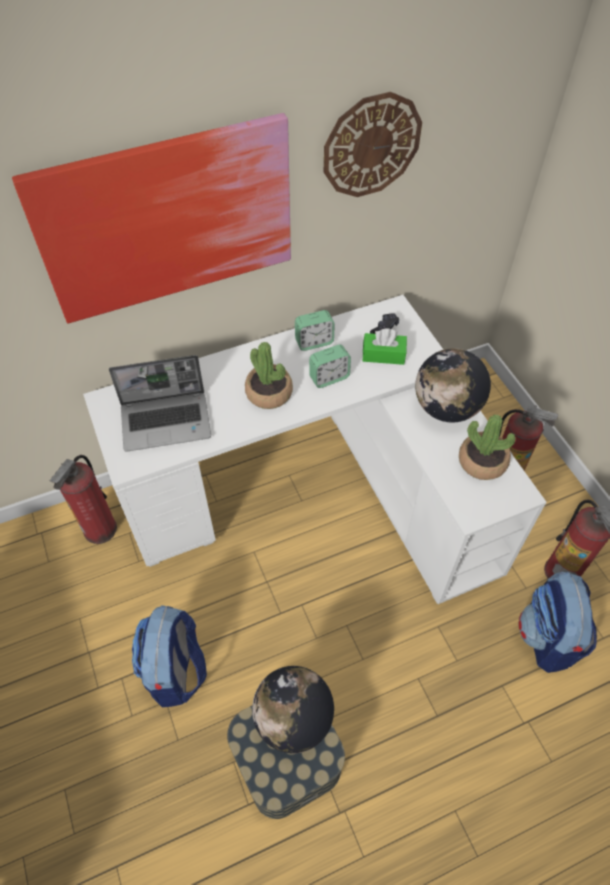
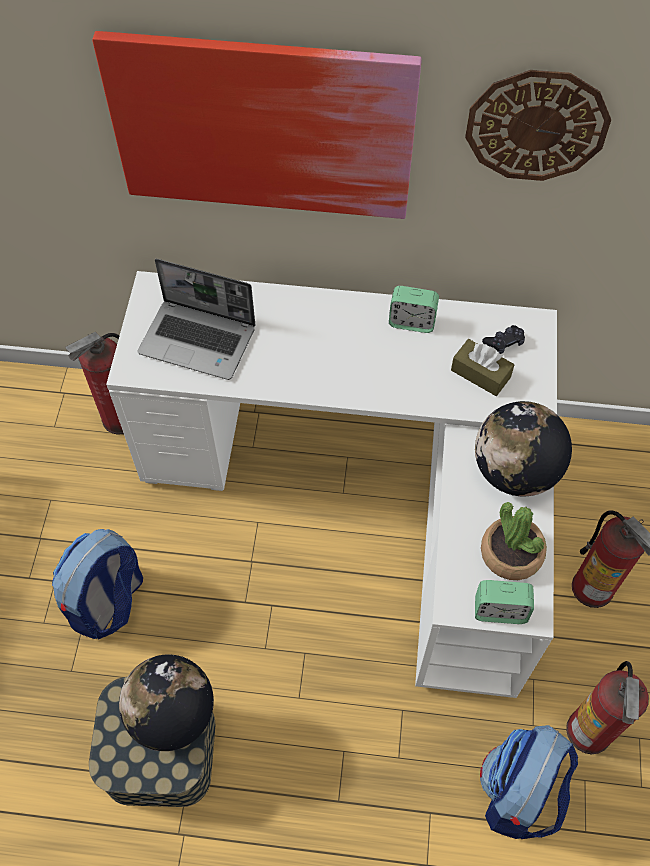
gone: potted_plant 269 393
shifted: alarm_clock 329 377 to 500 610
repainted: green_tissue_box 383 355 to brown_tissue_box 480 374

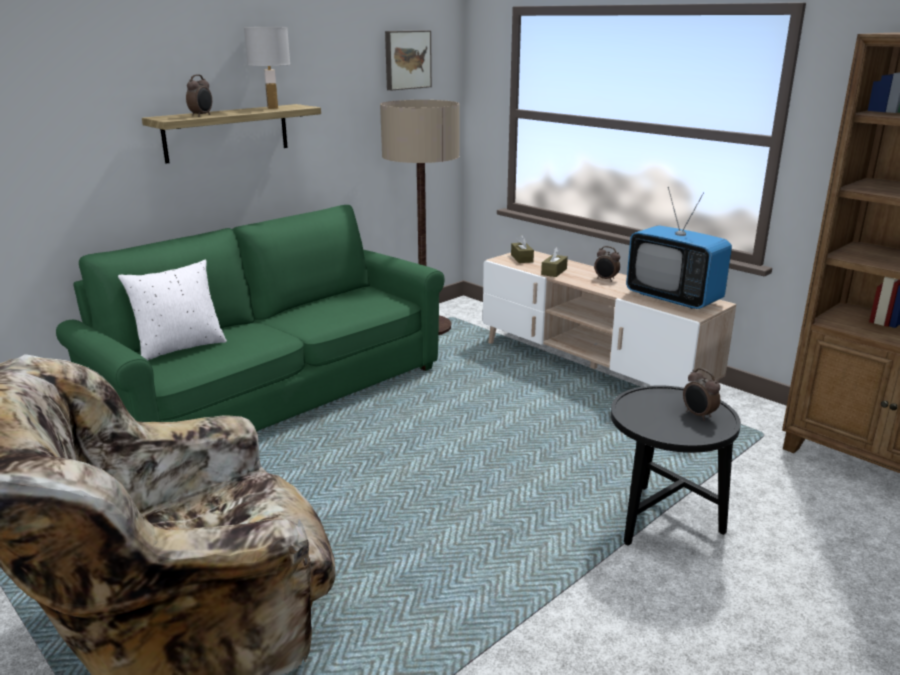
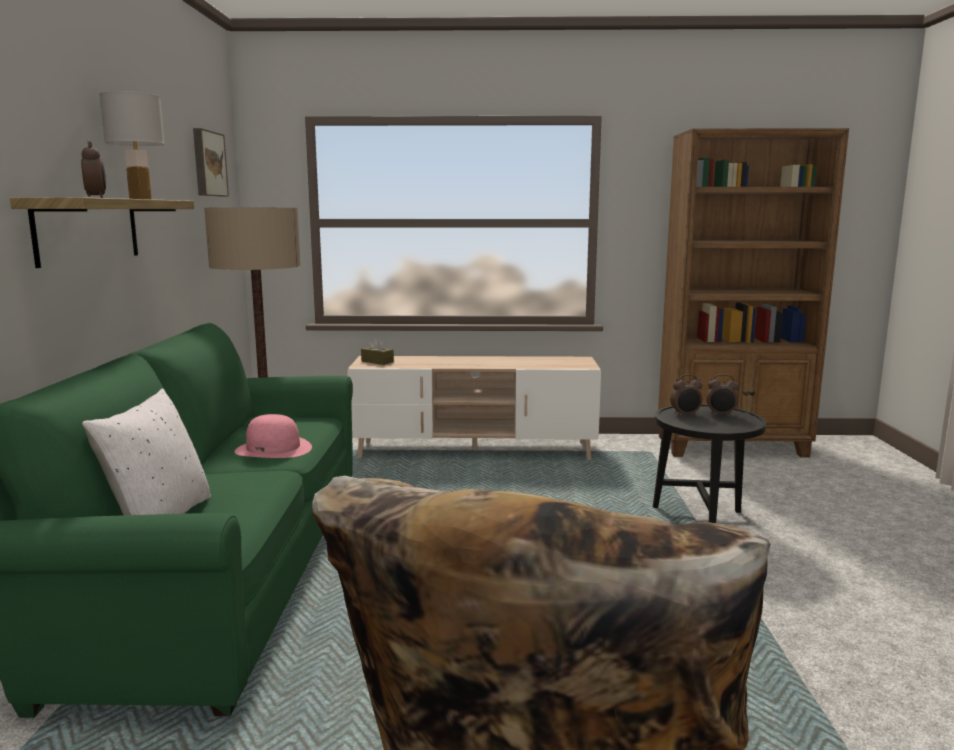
gone: television 673 298; brown_tissue_box 554 272
new: pink_hat 274 449
shifted: alarm_clock 606 279 to 685 415

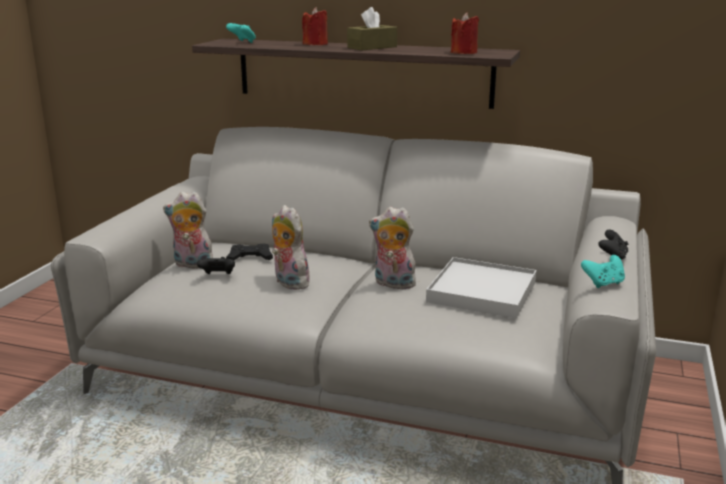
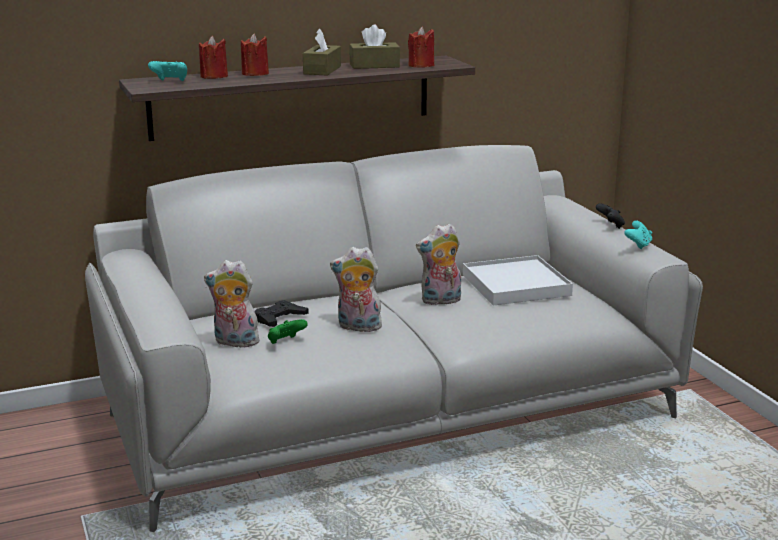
new: brown_tissue_box 374 65; red_candle 214 76
repainted: black_game_controller 218 276 to green_game_controller 285 342
rotated: plush_toy 191 265 = 234 342 45 degrees clockwise

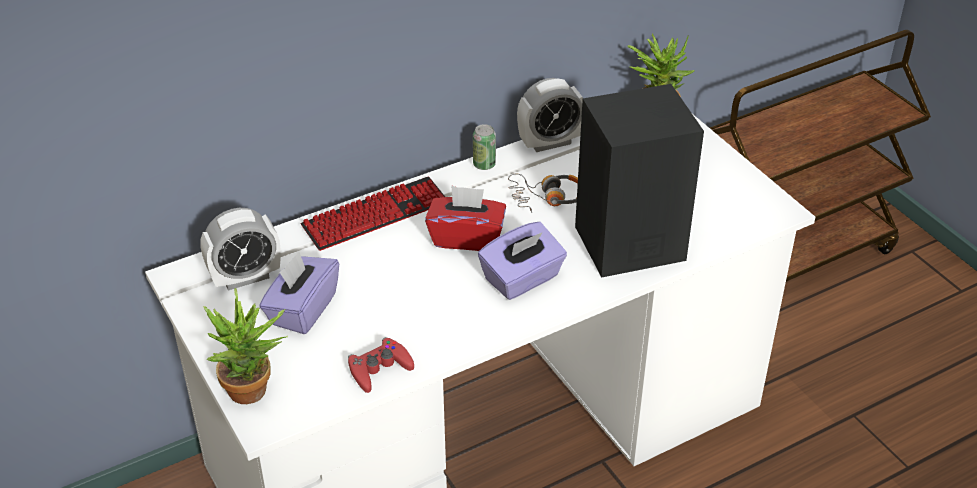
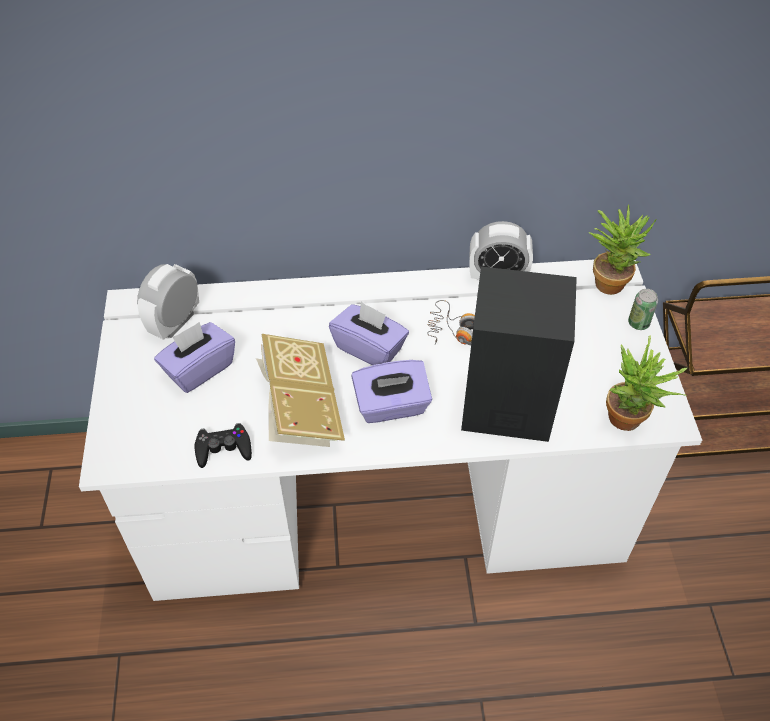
gone: keyboard 375 215
new: book 300 409
shifted: can 484 164 to 638 323; potted_plant 255 393 to 630 422
repainted: red_tissue_box 466 238 to purple_tissue_box 369 348; red_game_controller 379 369 to black_game_controller 223 449
rotated: alarm_clock 245 277 = 175 322 120 degrees clockwise

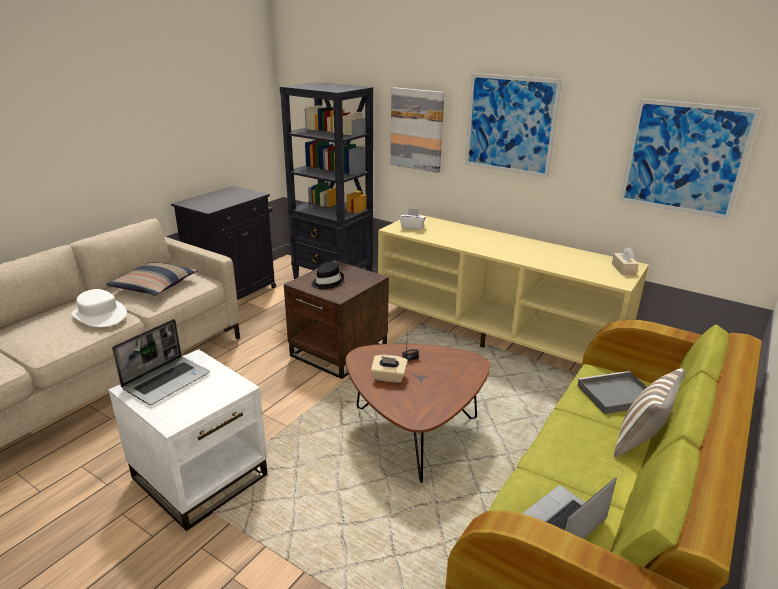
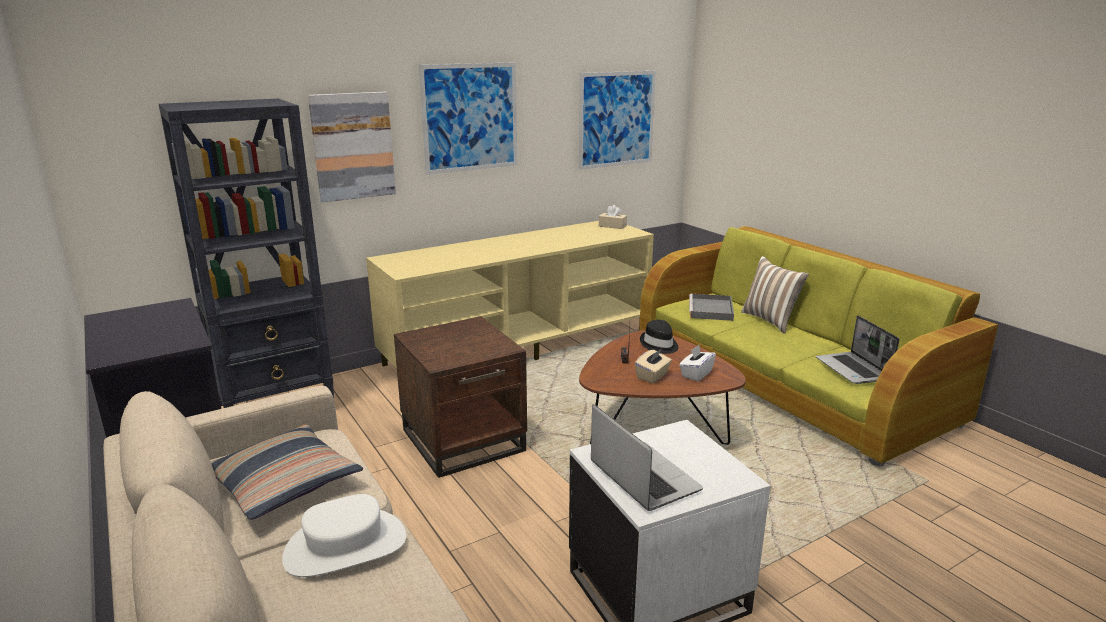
shifted: white_tissue_box 412 227 to 696 374; black_hat 327 282 to 659 345

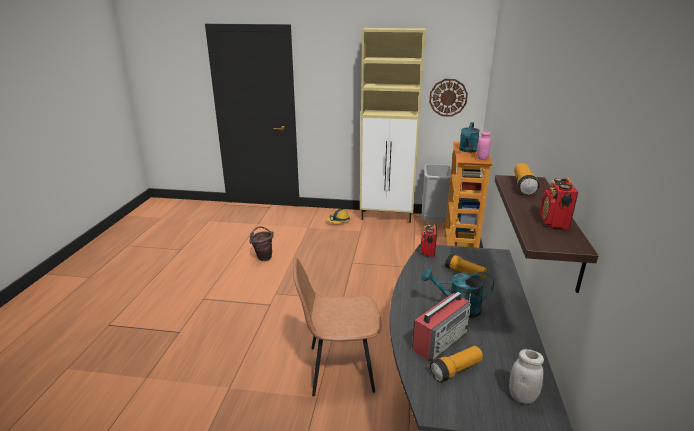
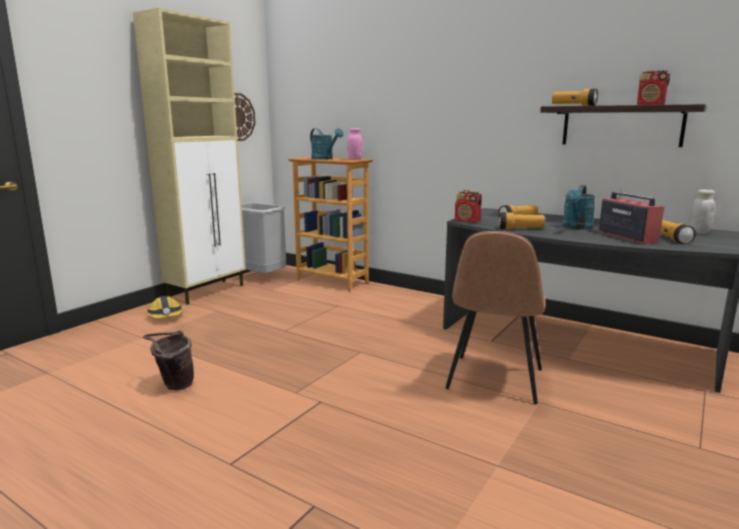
new: flashlight 520 229

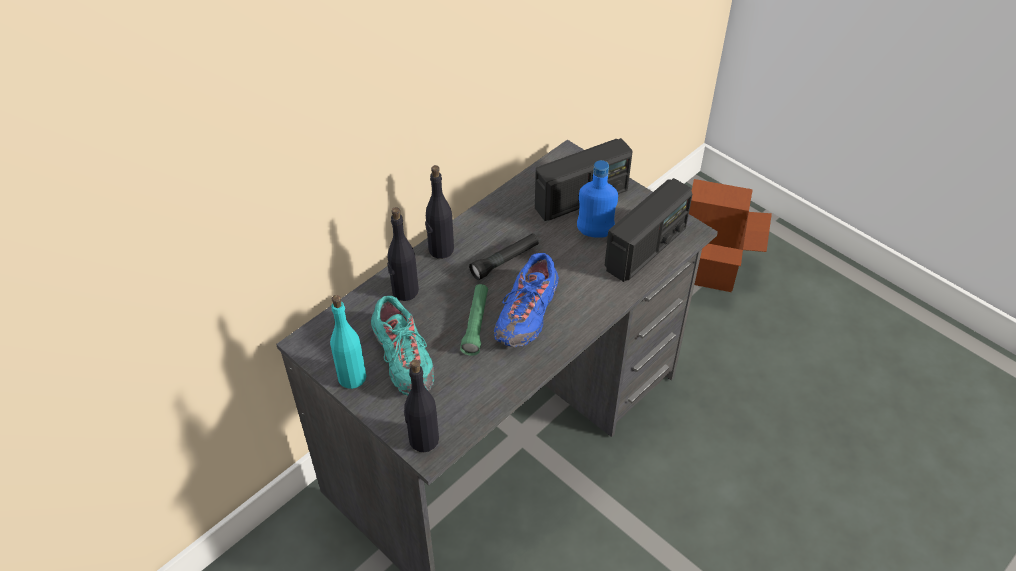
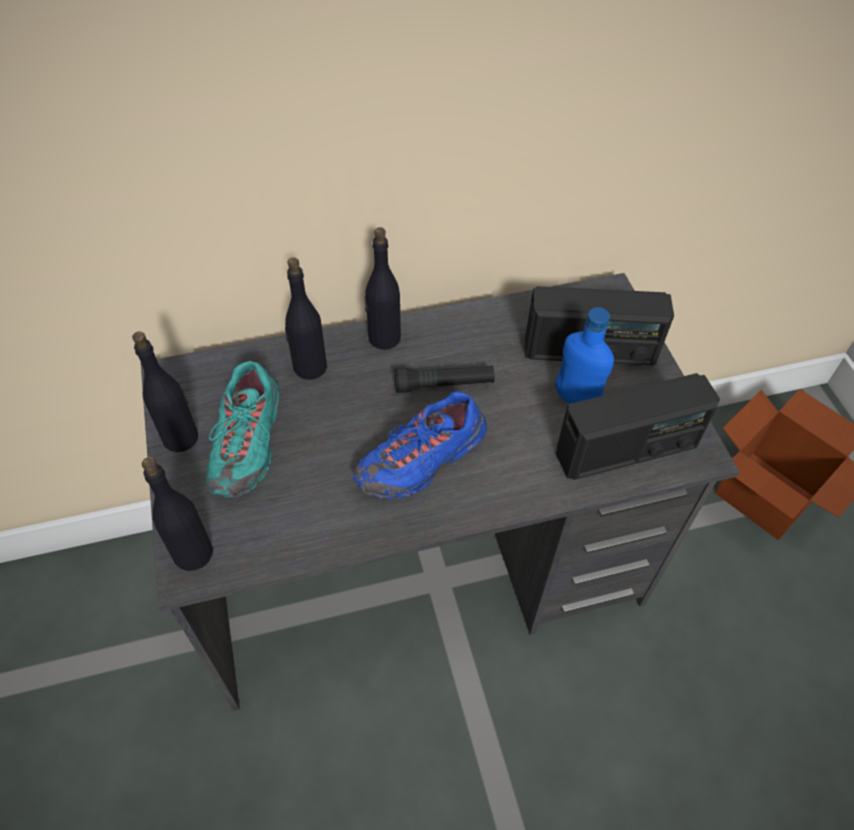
gone: green_flashlight 476 324
repainted: turquoise_bottle 352 377 to black_bottle 181 437

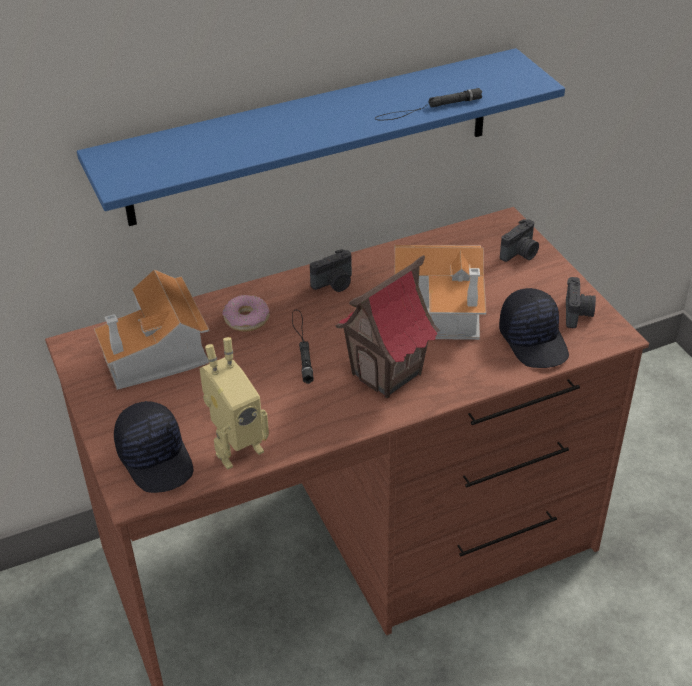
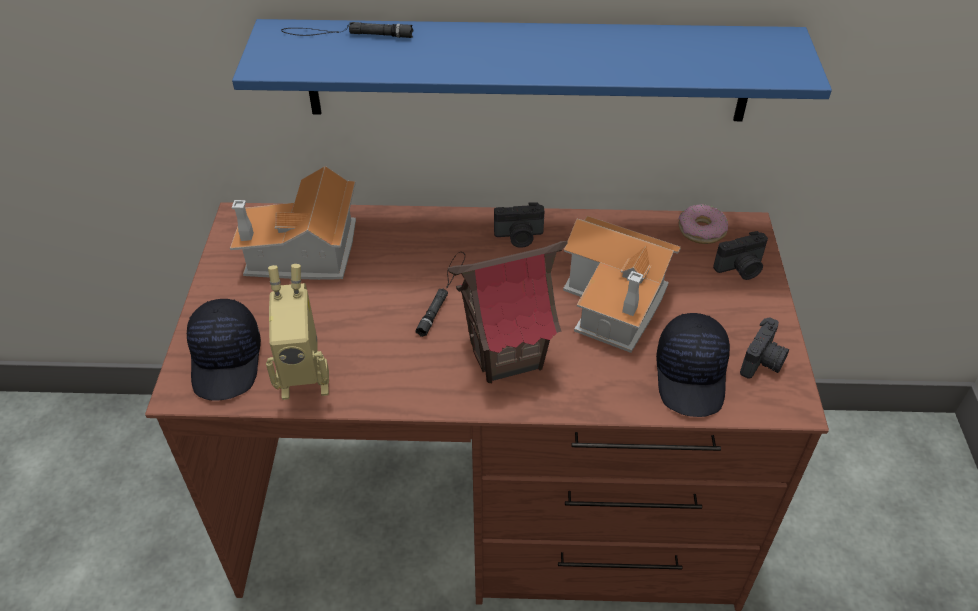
shifted: black_flashlight 428 108 to 346 34; donut 246 319 to 701 230

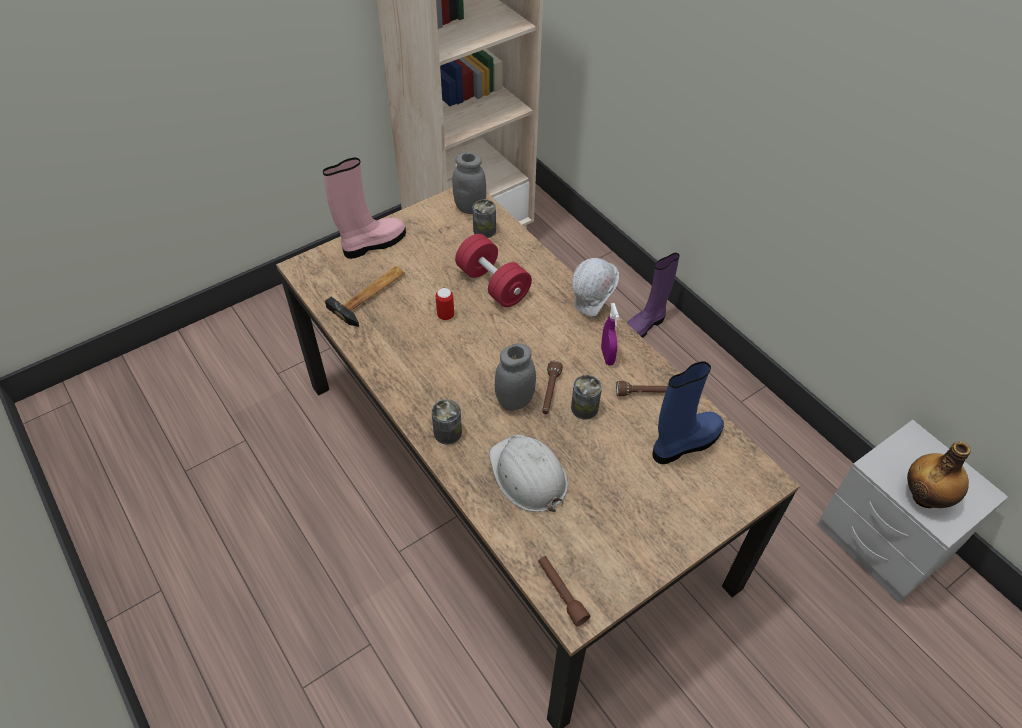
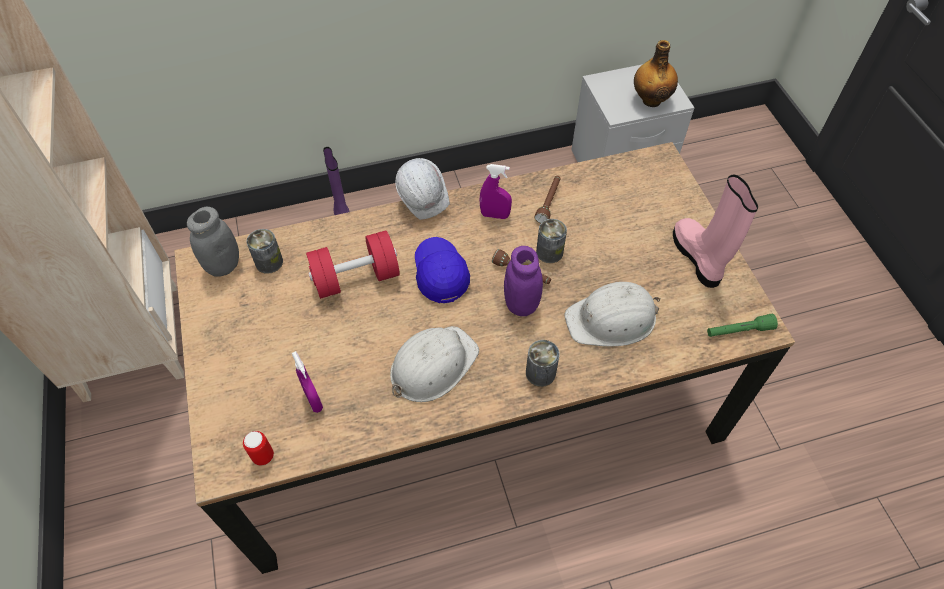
gone: blue_boot 684 443
new: blue_cap 440 275; white_hard_hat 432 365
shifted: pink_boot 372 244 to 698 258; can 445 315 to 263 456
swapped: hammer 372 296 to purple_spray_bottle 313 400
repainted: grey_jar 515 401 to purple_jar 521 304; brown_flashlight 561 592 to green_flashlight 739 331

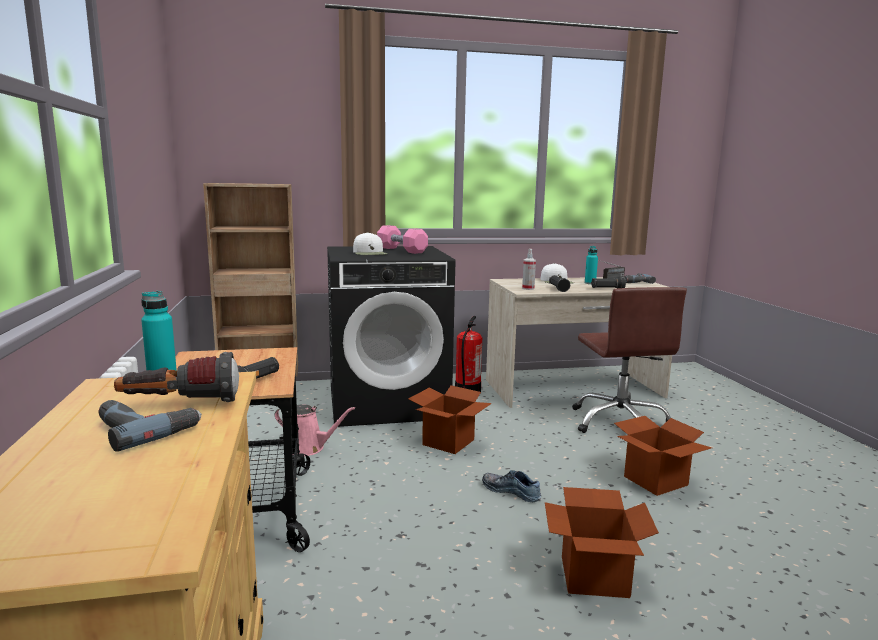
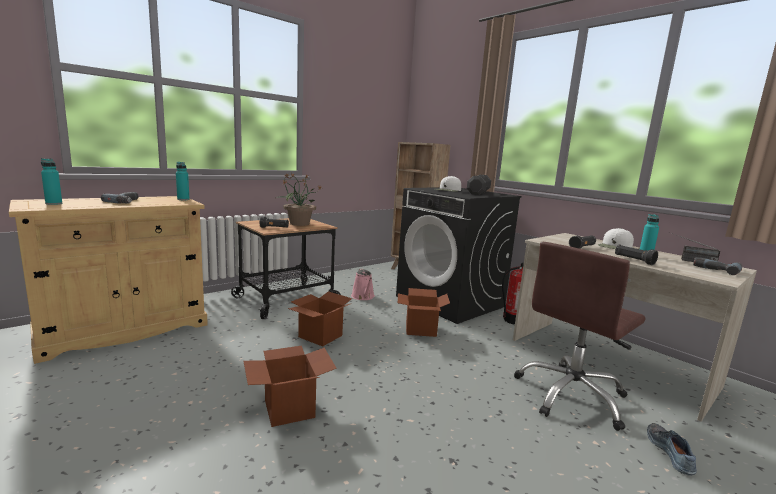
gone: spray_bottle 528 288; flashlight 180 405
new: turquoise_bottle 54 204; potted_plant 298 224
shifted: cardboard_box 655 480 to 320 336; shoe 511 491 to 671 453
repainted: pink_dumbbell 401 250 to black_dumbbell 478 193

